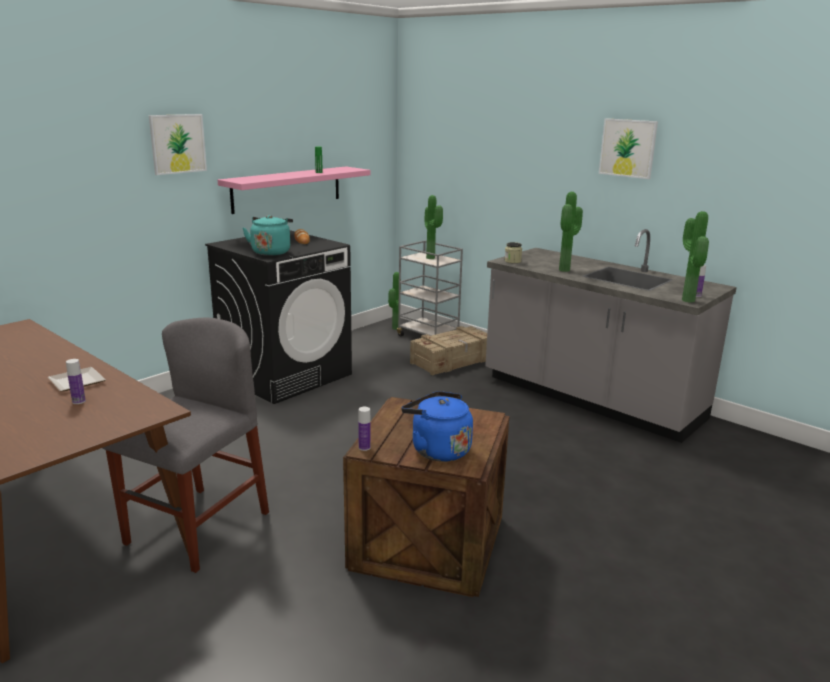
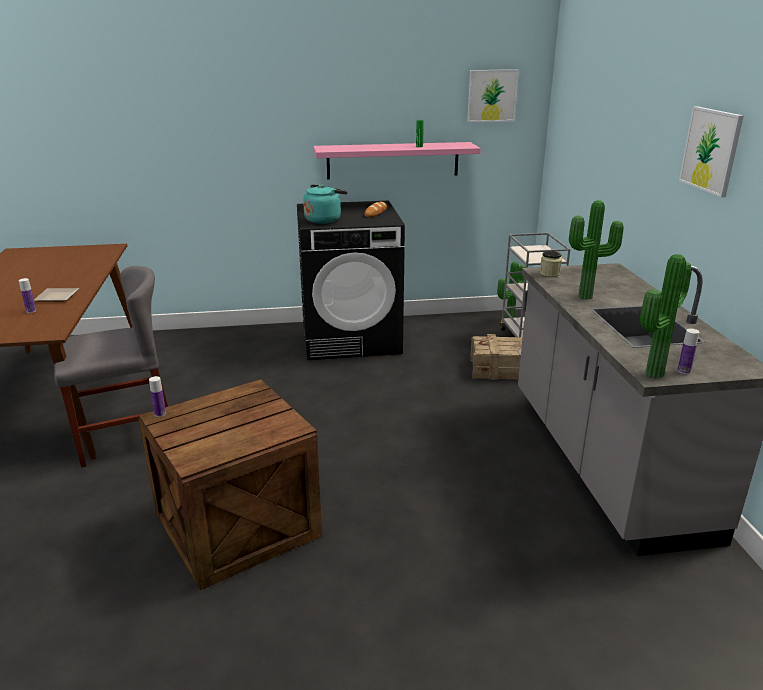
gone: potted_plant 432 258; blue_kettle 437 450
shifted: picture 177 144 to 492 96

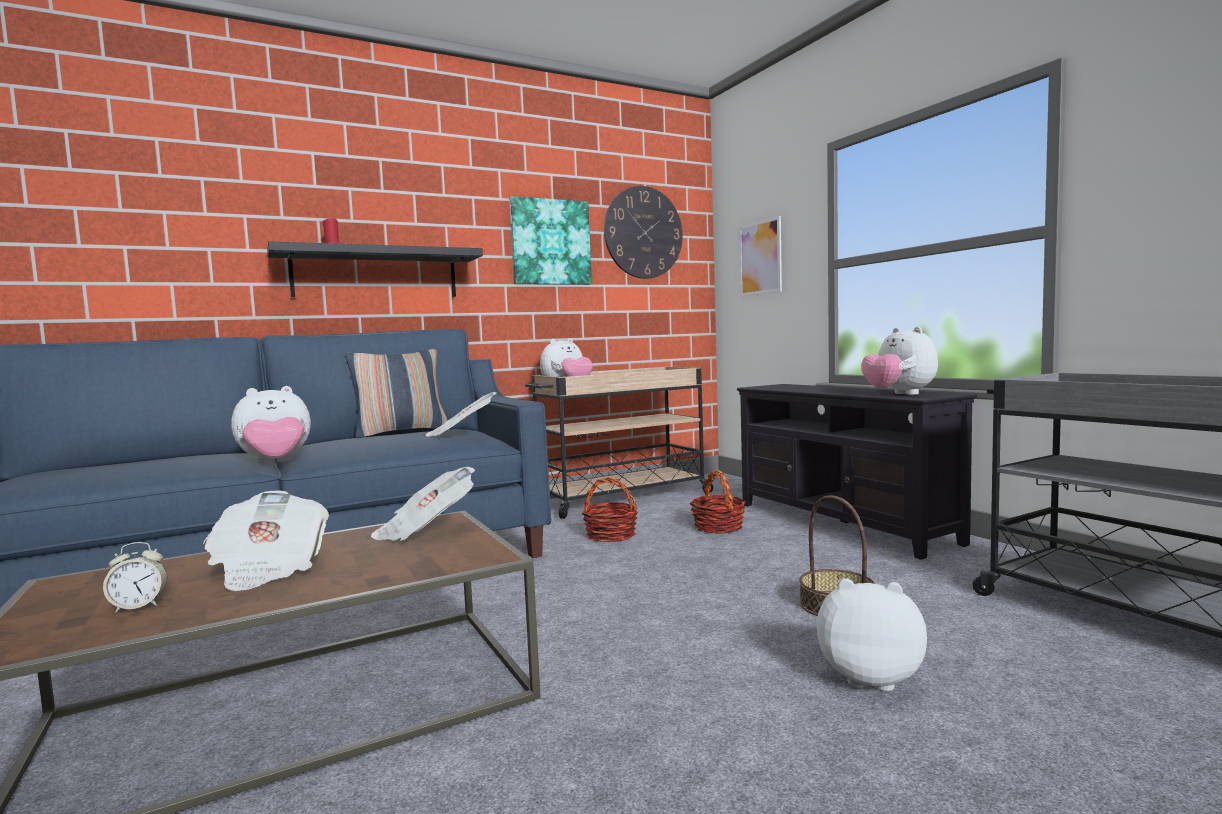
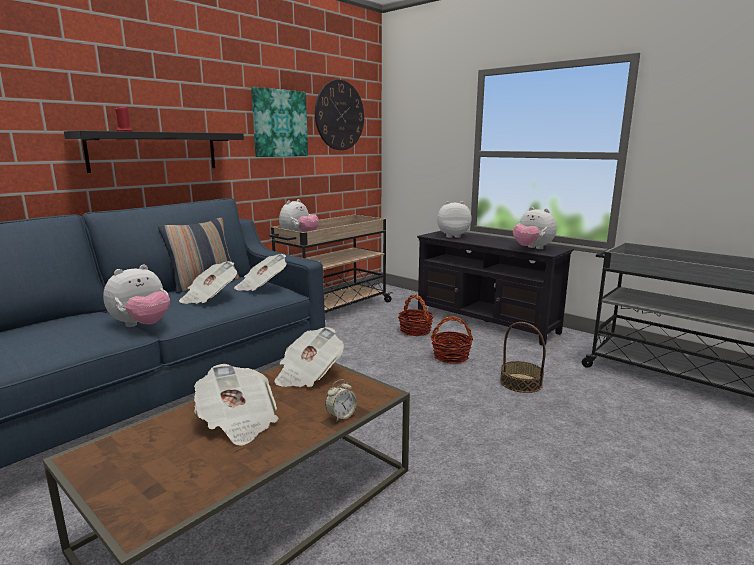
gone: picture 760 258
new: newspaper 209 297
shifted: basket 611 535 to 451 356; alarm_clock 139 606 to 341 416; plush_toy 869 678 to 452 236

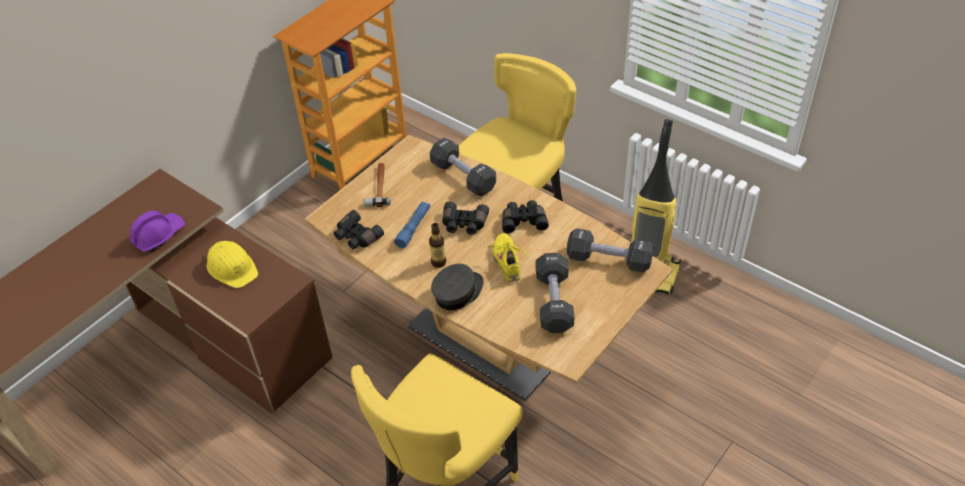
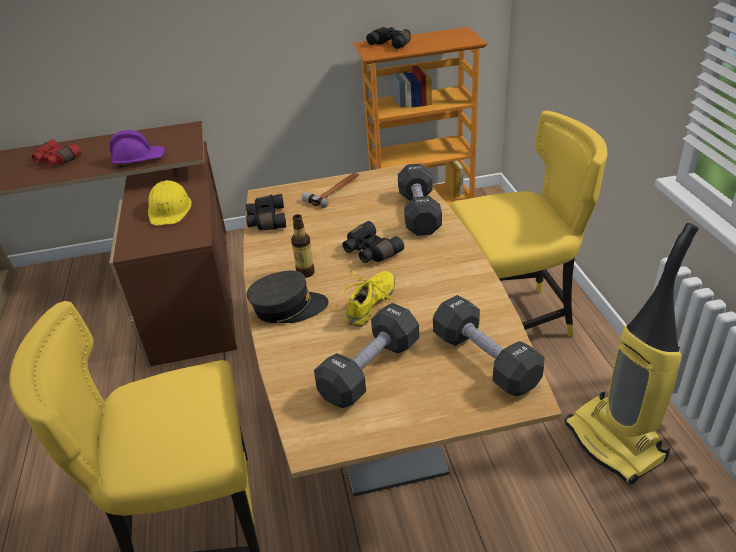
gone: blue_flashlight 413 228
new: red_binoculars 56 160
shifted: black_binoculars 523 221 to 392 44

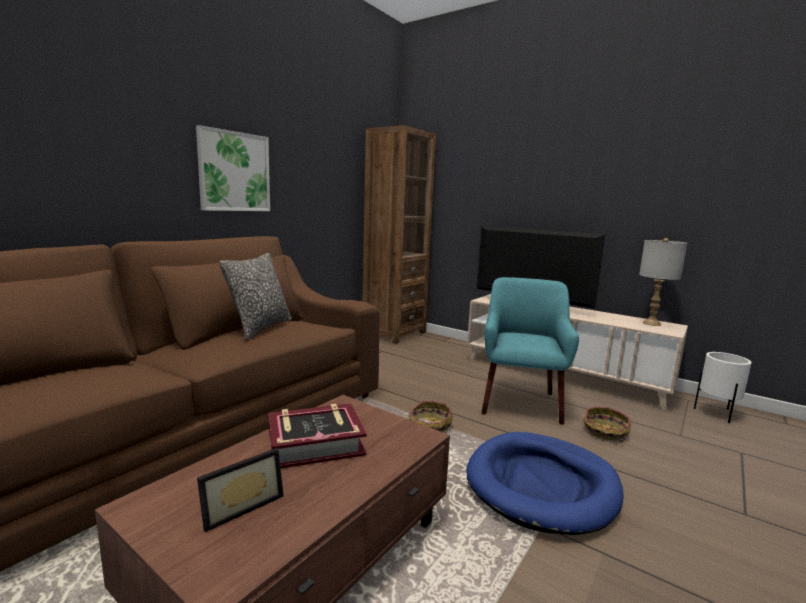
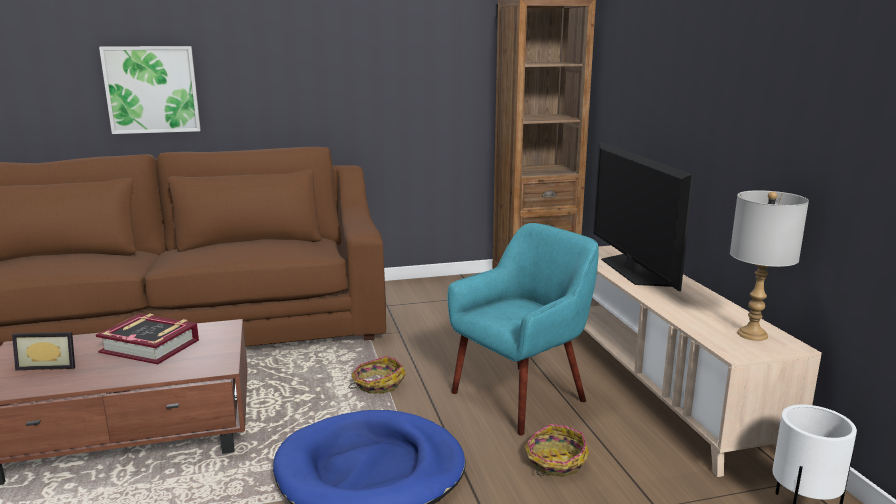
gone: pillow 260 328
shifted: picture 234 172 to 152 89

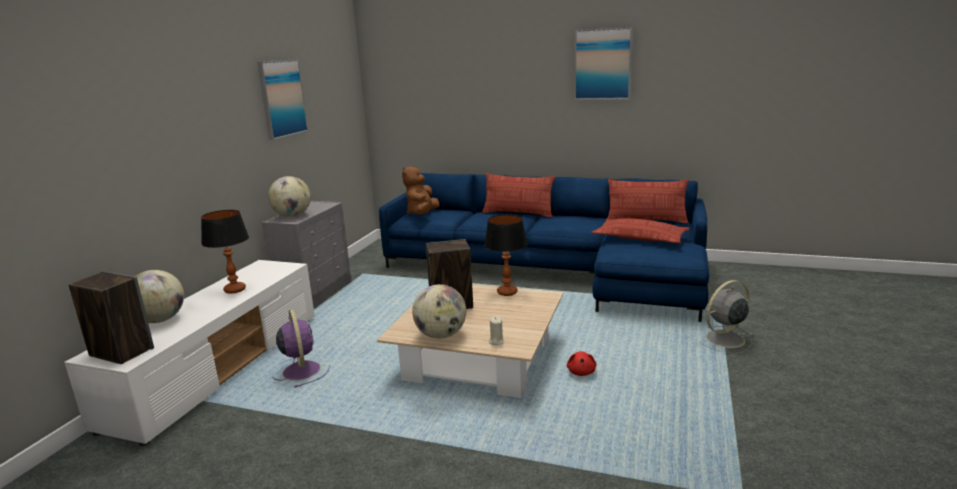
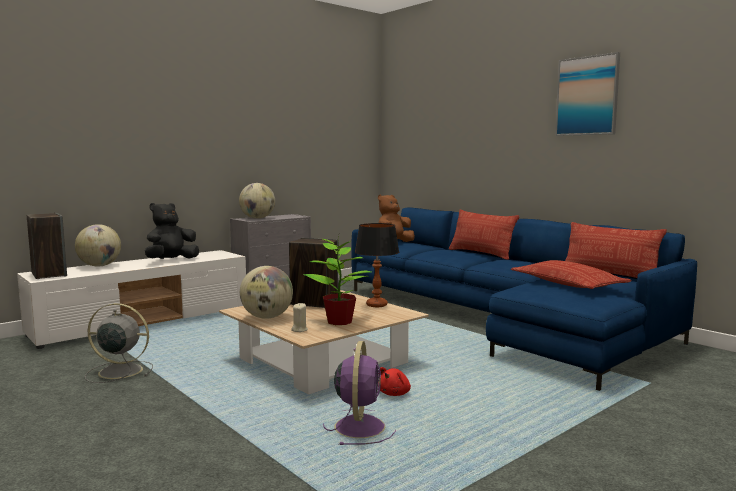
gone: picture 282 98
new: potted_plant 340 321
shifted: grey_fan 723 339 to 118 371; purple_fan 301 370 to 360 426
swapped: table_lamp 235 290 to black_plush_toy 171 260

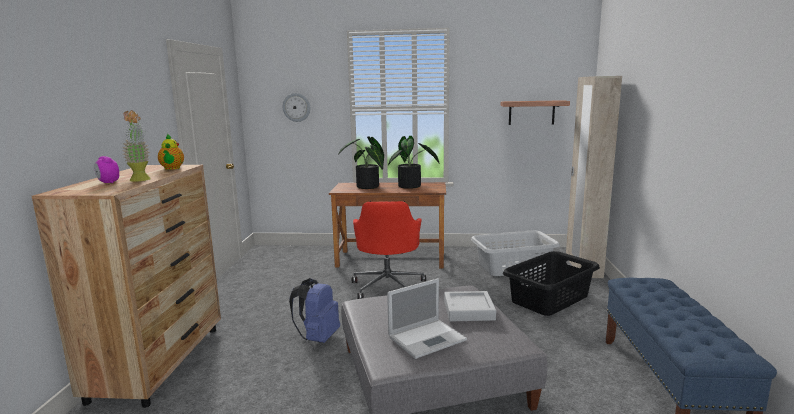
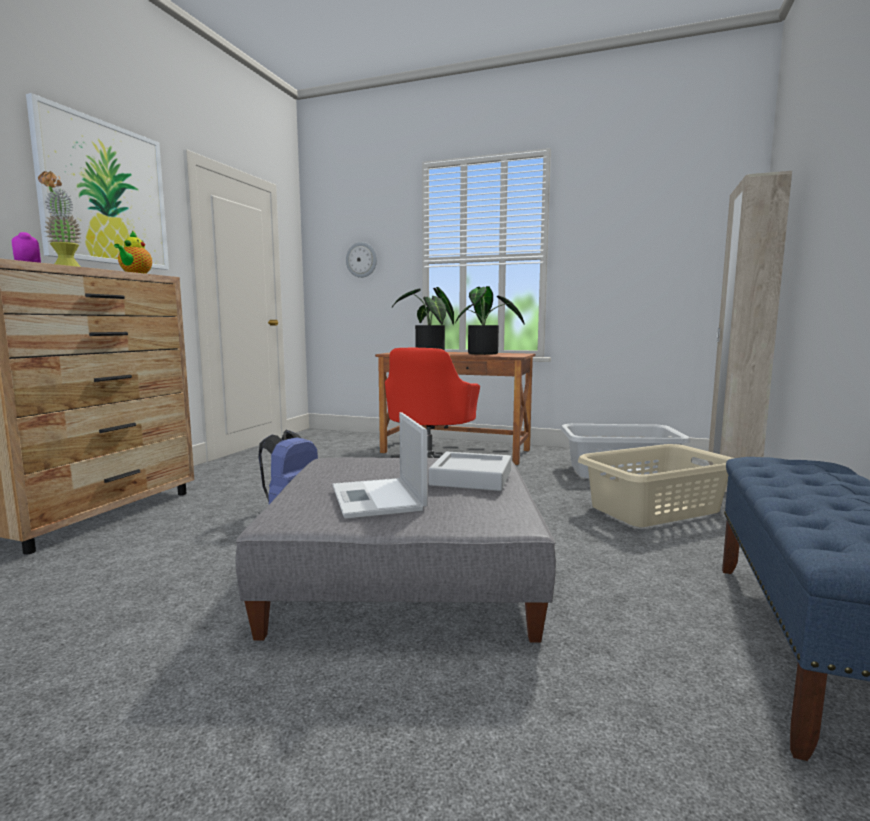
gone: shelf 531 112
new: picture 104 193
repainted: black_laundry_basket 550 299 to beige_laundry_basket 656 509
rotated: laptop 428 338 = 378 499 90 degrees clockwise

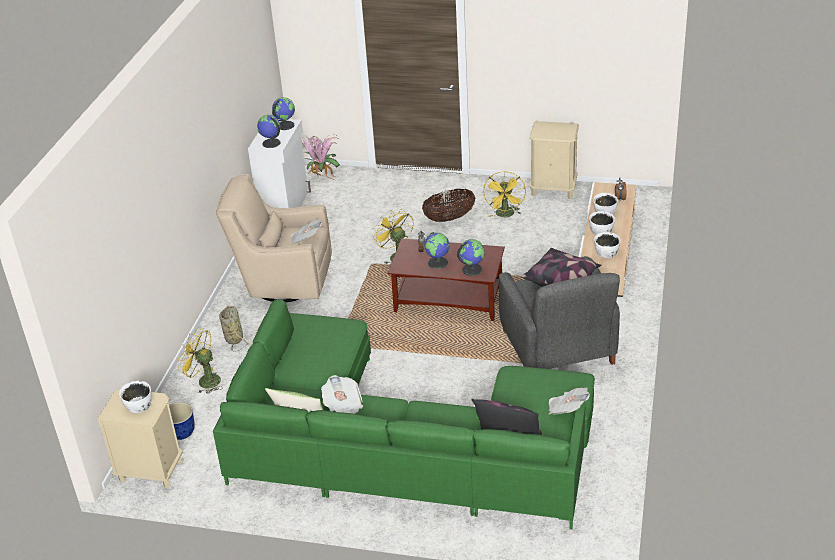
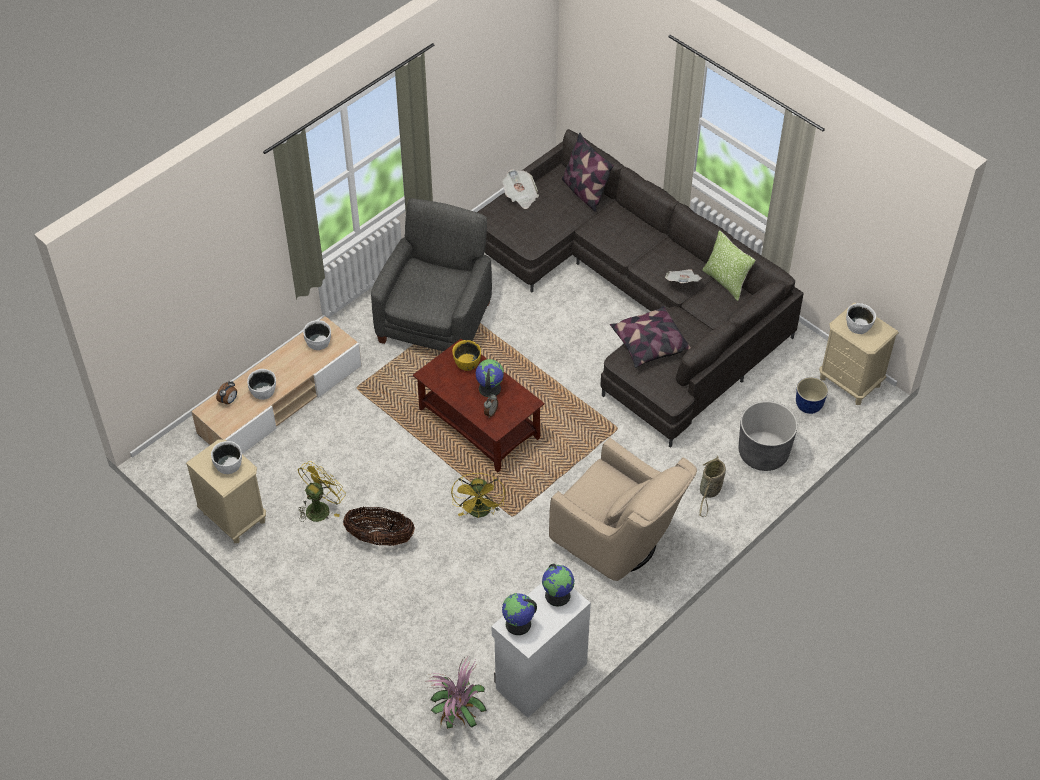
gone: newspaper 306 239
shifted: white_bowl 601 231 to 229 464; pillow 561 279 to 649 344
swapped: globe 472 269 to yellow_bowl 467 363; yellow_fan 204 381 to grey_planter 763 453
repainted: green_sofa 399 446 to grey_sofa 637 301

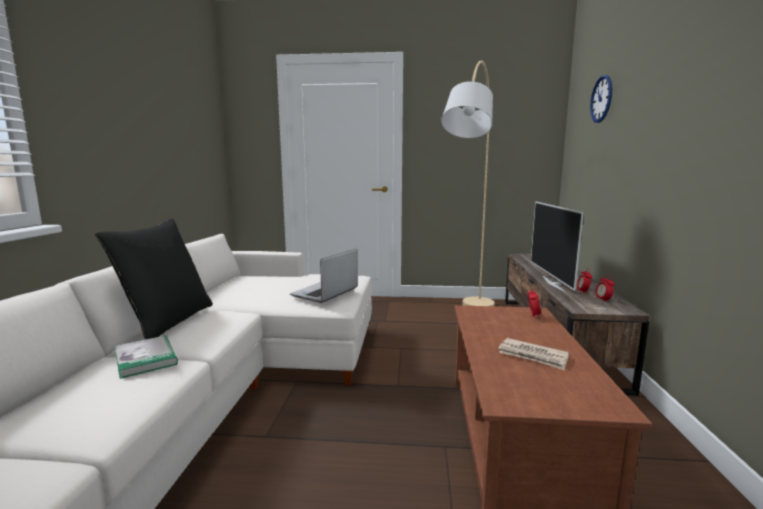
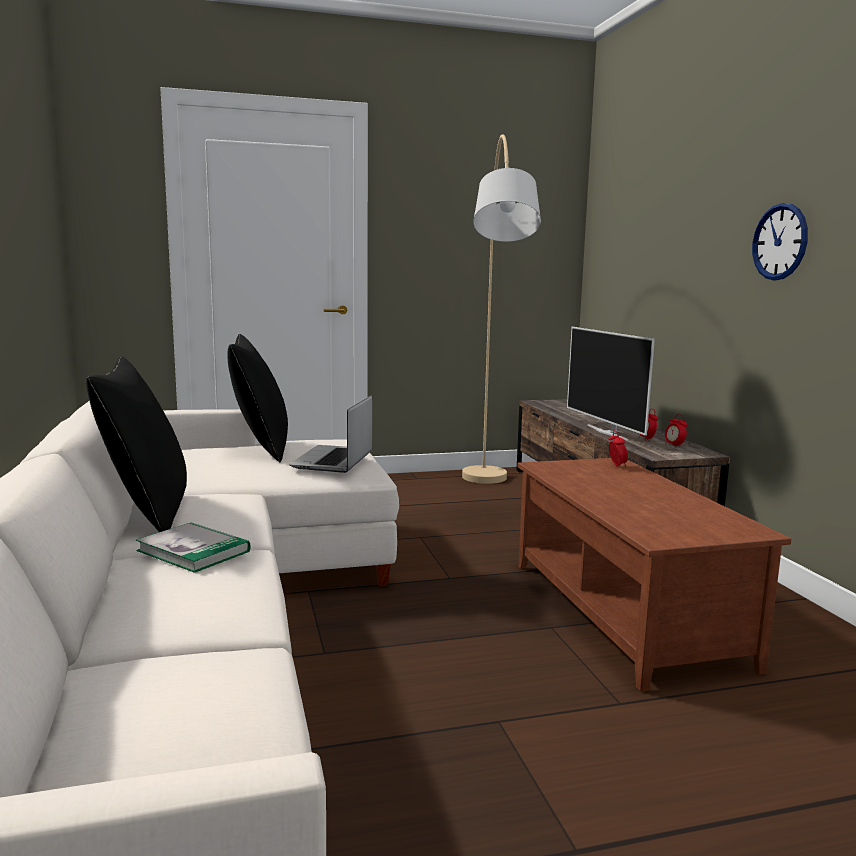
gone: newspaper 533 356
new: black_pillow 261 448
shifted: wall_clock 601 99 to 780 242

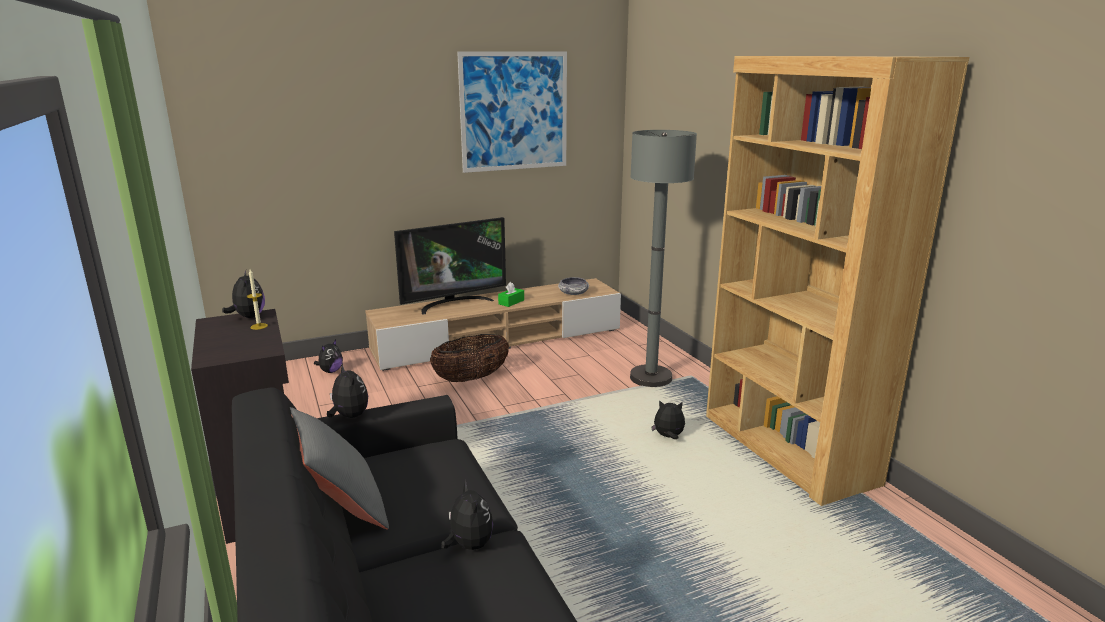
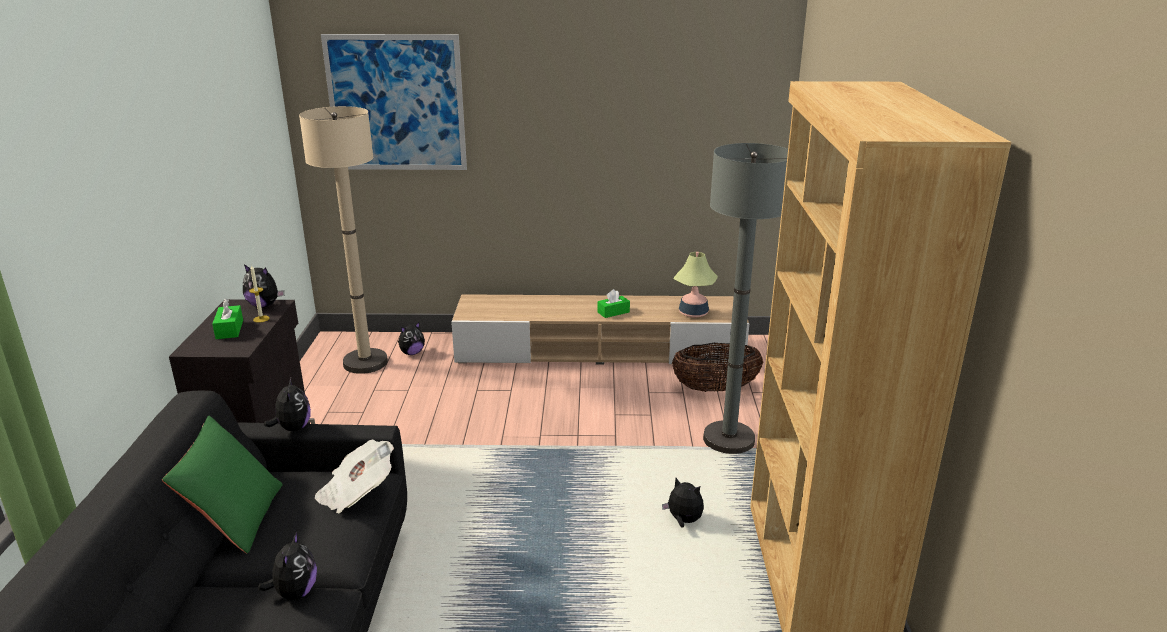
gone: television 453 303
new: beige_floor_lamp 365 362; green_tissue_box 229 329; newspaper 356 493
shifted: picture 514 111 to 396 103; basket 471 378 to 715 389
swapped: bowl 573 293 to table_lamp 693 313
repainted: grey_pillow 342 506 to green_pillow 235 517
rotated: plush_toy 248 317 = 264 305 105 degrees clockwise

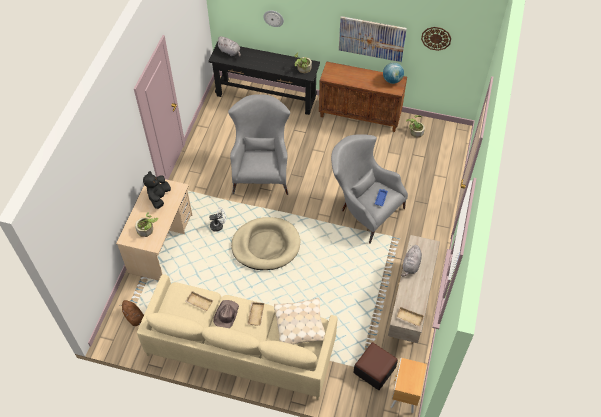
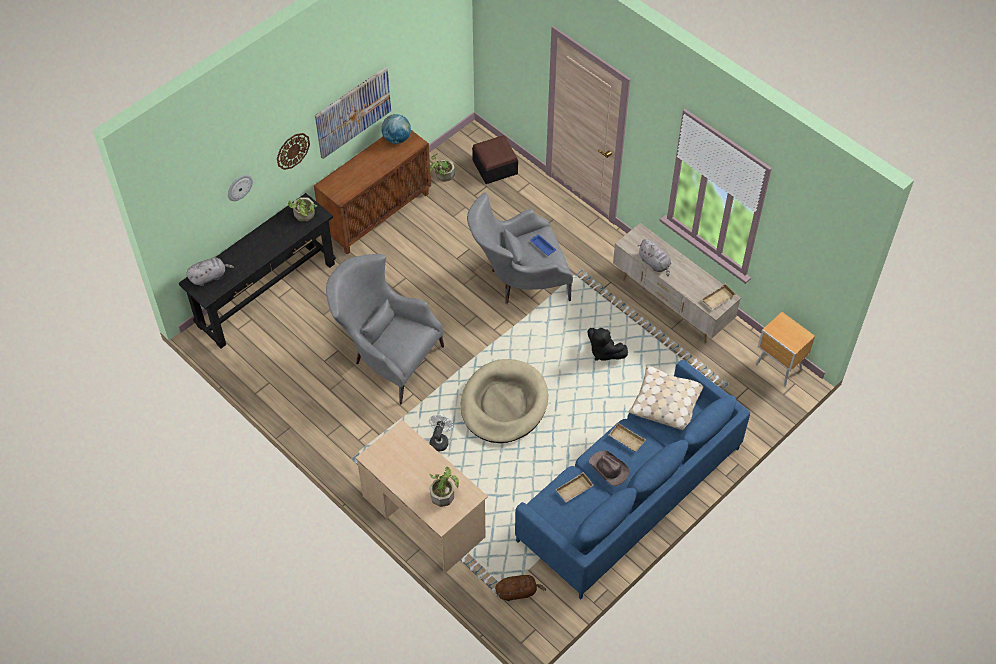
shifted: wall_clock 436 38 to 292 150; black_plush_toy 159 197 to 603 352; ottoman 374 370 to 495 167
repainted: beige_sofa 241 347 to blue_sofa 629 493

